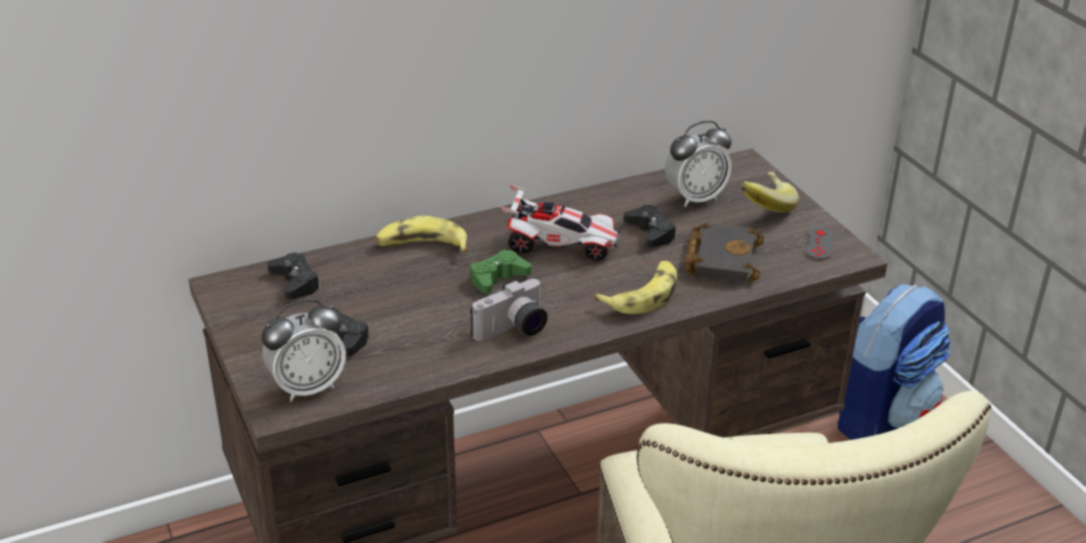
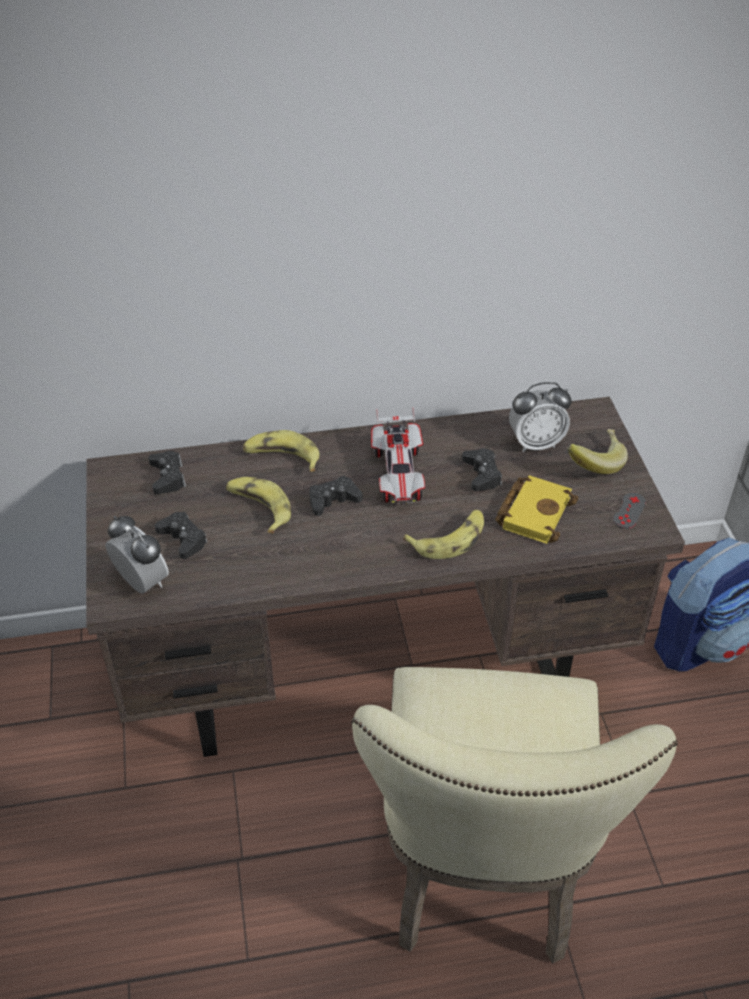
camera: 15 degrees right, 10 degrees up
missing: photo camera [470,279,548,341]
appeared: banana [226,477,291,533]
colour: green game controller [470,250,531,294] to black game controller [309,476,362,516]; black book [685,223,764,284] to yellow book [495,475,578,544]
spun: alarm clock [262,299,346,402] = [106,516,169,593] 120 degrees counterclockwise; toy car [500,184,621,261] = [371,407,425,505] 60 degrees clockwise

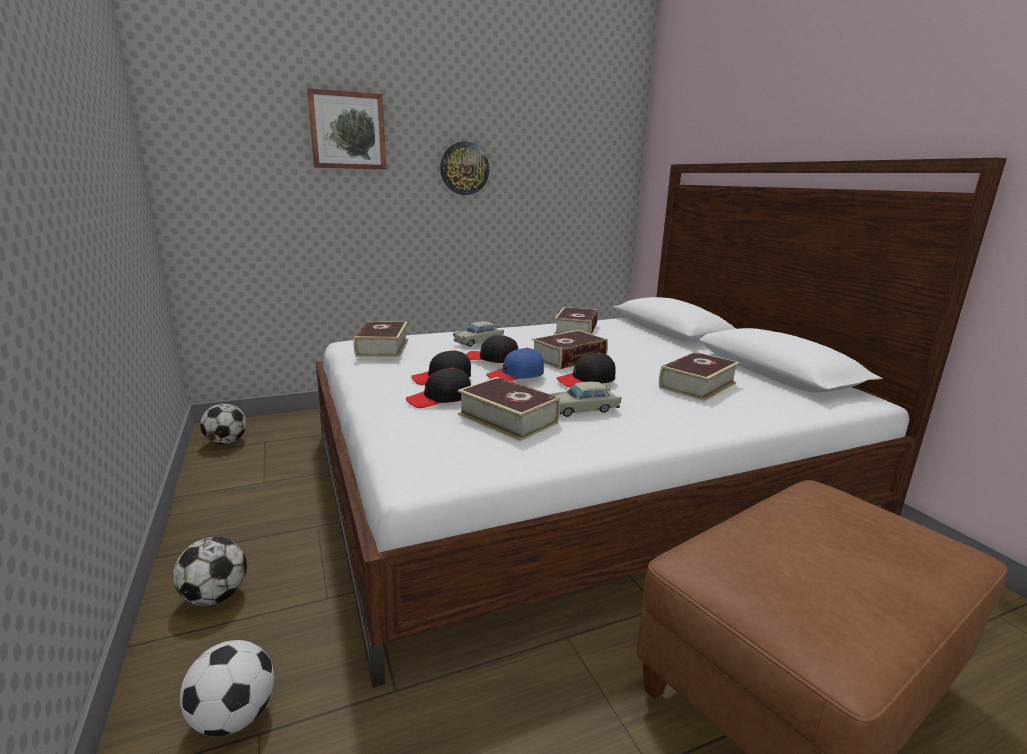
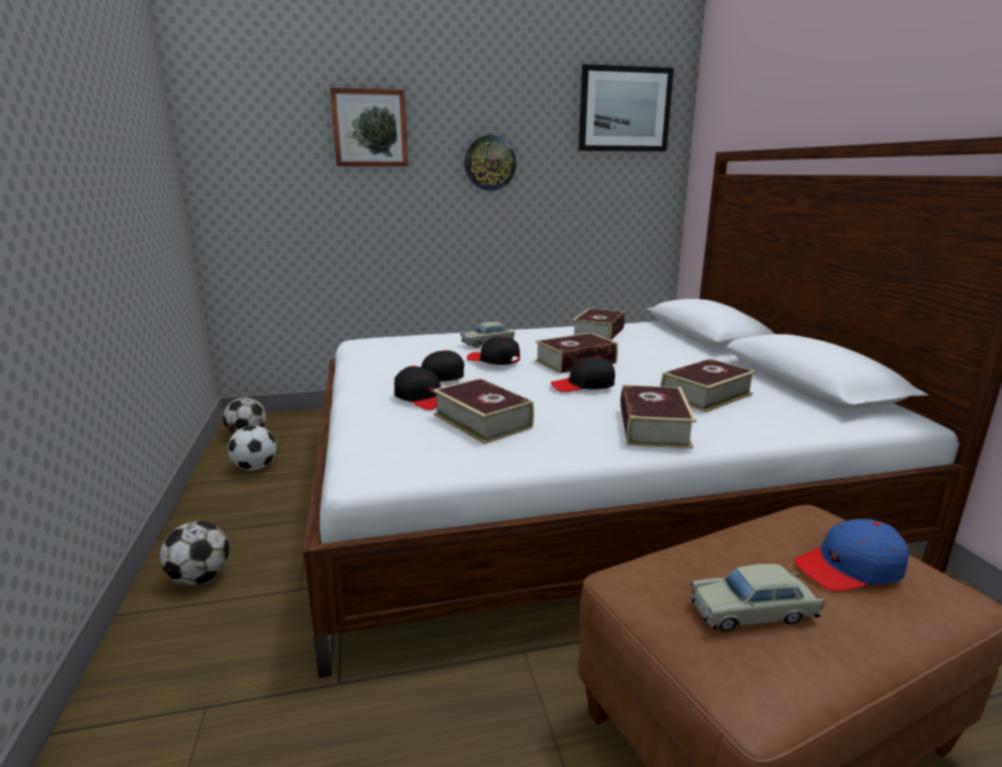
camera: 10 degrees right, 0 degrees up
appeared: picture [579,64,674,151]
relocated: football [180,640,274,736] to [228,425,276,470]; book [354,321,408,357] to [621,385,696,449]; blue cap [486,348,544,381] to [794,519,909,591]; beige toy car [550,382,621,417] to [691,564,825,632]
spun: black cap [406,368,471,408] = [394,366,441,410] 120 degrees counterclockwise

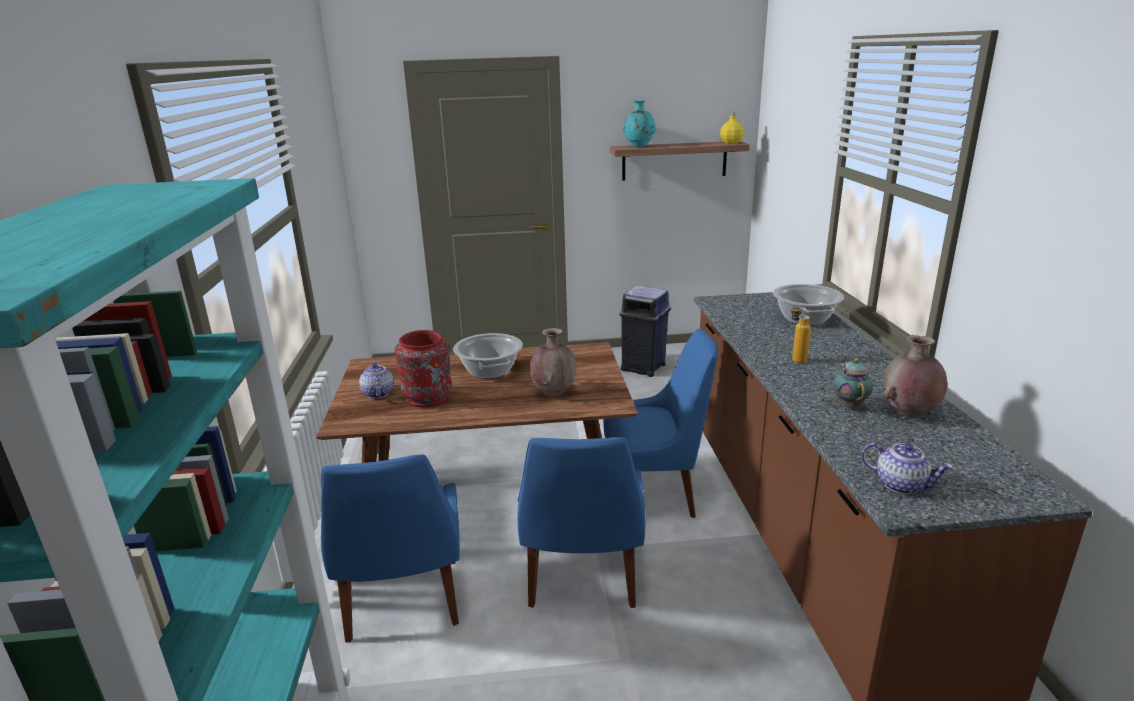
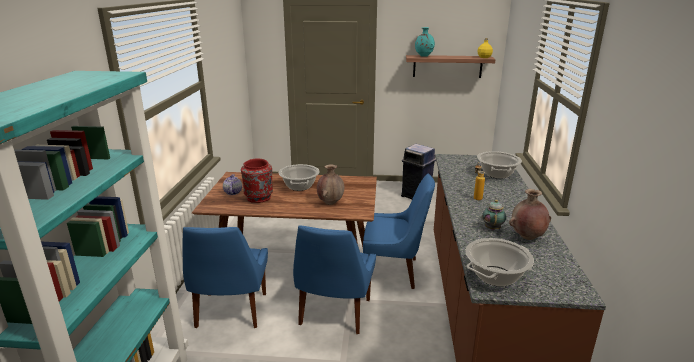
camera: 10 degrees right, 0 degrees up
exchanged: teapot [861,443,953,494] to cooking pot [465,238,534,287]

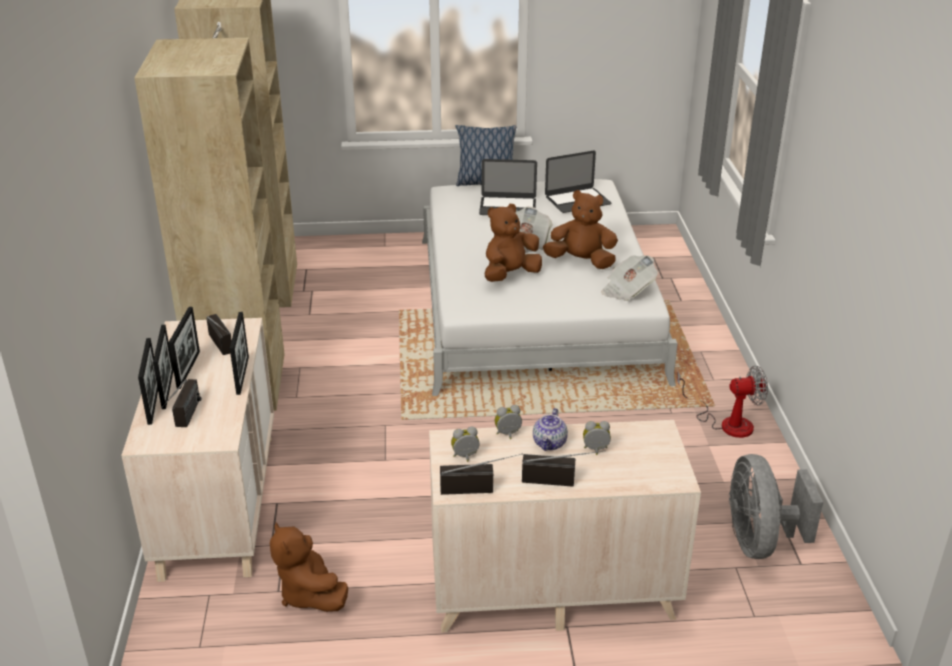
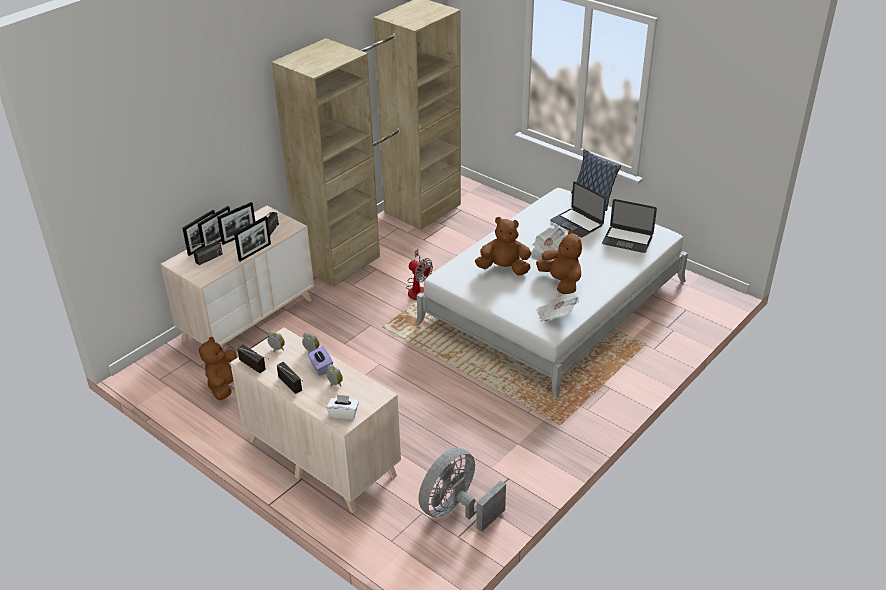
camera: 45 degrees right, 5 degrees up
appeared: white tissue box [327,394,359,420]
relocated: fan [677,366,768,438] to [406,249,433,300]
exchanged: teapot [533,408,568,451] to purple tissue box [308,346,333,375]

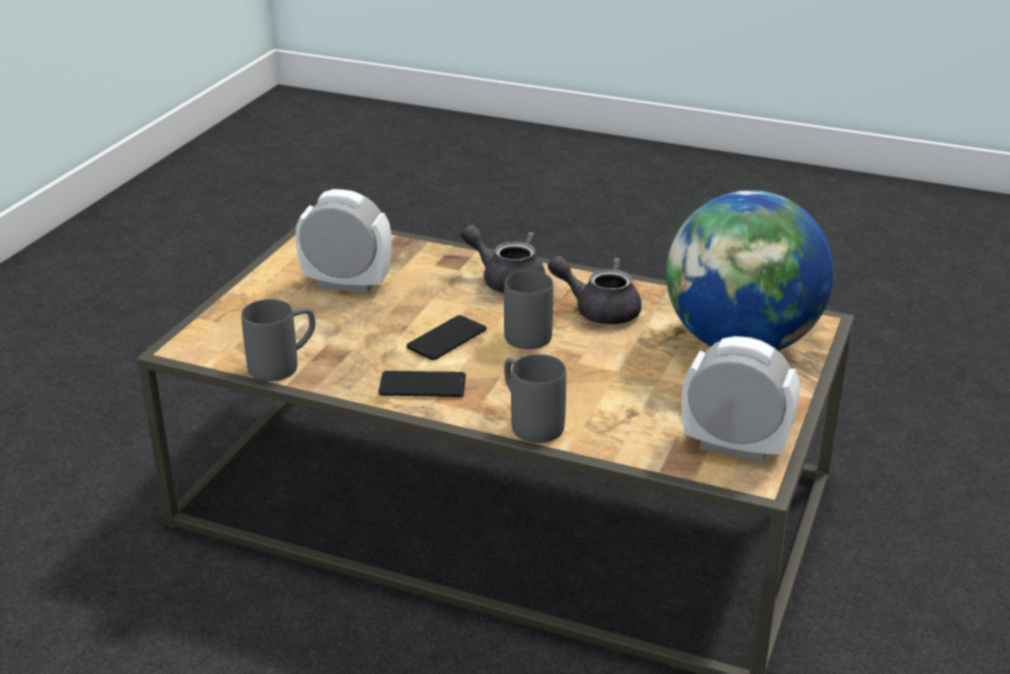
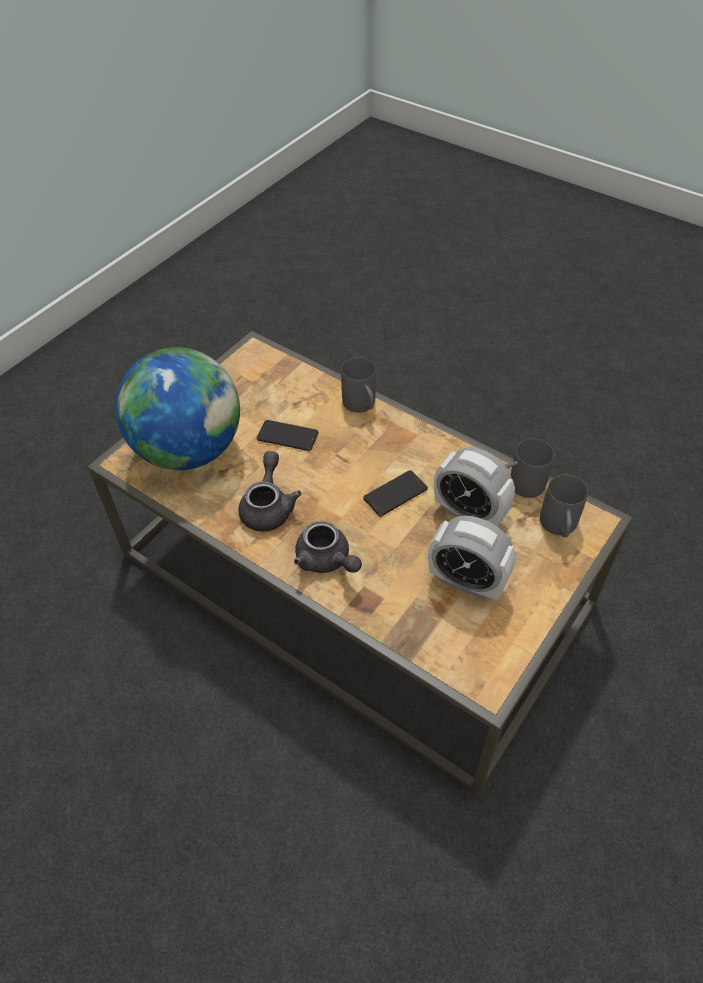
camera: 165 degrees left, 20 degrees up
relocated: phone [379,371,466,397] to [257,420,318,451]; grey mug [504,270,553,349] to [540,474,588,538]; alarm clock [681,336,800,462] to [434,447,515,527]
spun: grey teapot [548,256,642,324] = [238,451,301,532] 120 degrees counterclockwise

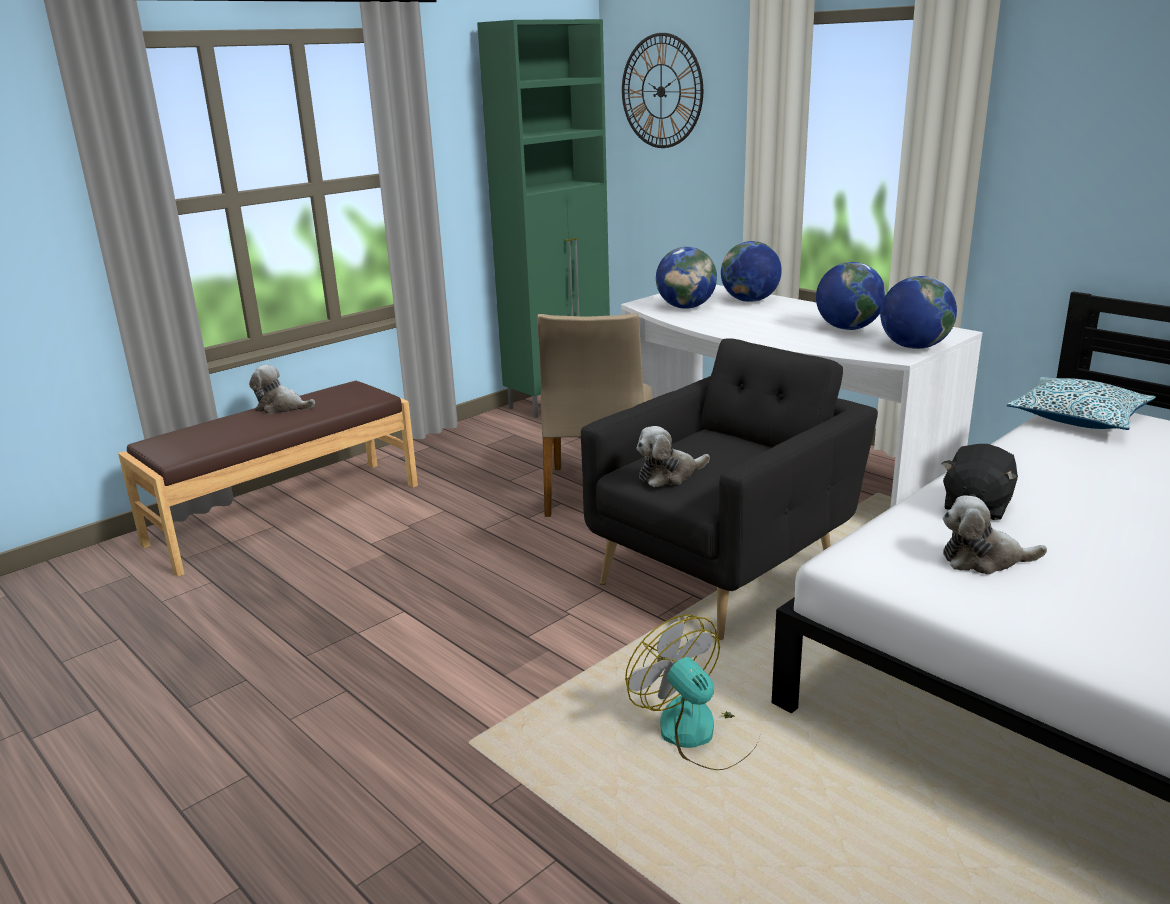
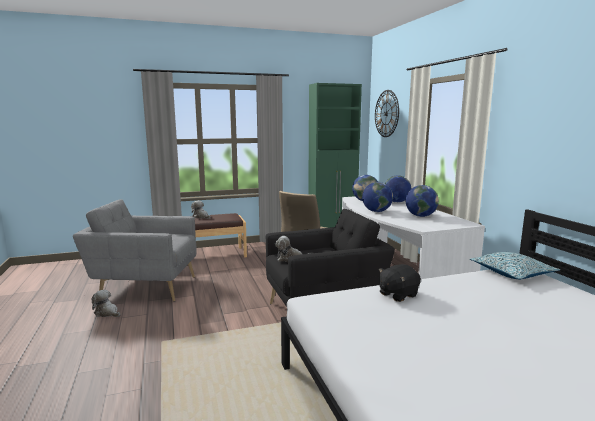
camera: 25 degrees right, 10 degrees down
missing: fan [625,615,760,770]
appeared: grey armchair [73,199,197,302]
relocated: globe [880,276,957,349] to [362,182,393,212]; plush toy [942,495,1047,575] to [91,290,121,317]

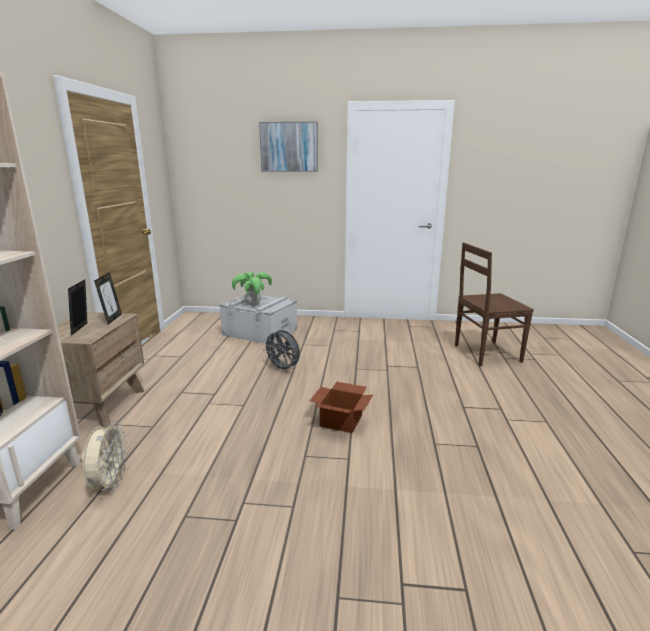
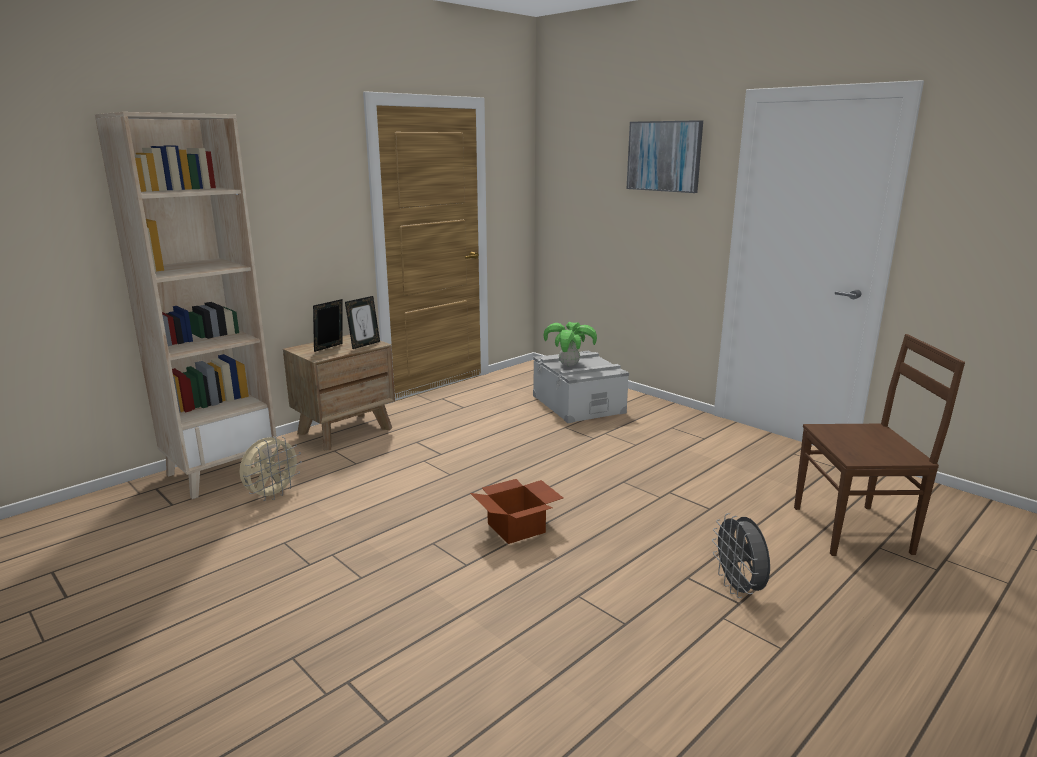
camera: 40 degrees right, 0 degrees up
relocated: grey fan [263,330,300,372] to [712,513,770,598]
spun: brown chair [455,243,534,366] = [794,334,965,556] 150 degrees clockwise

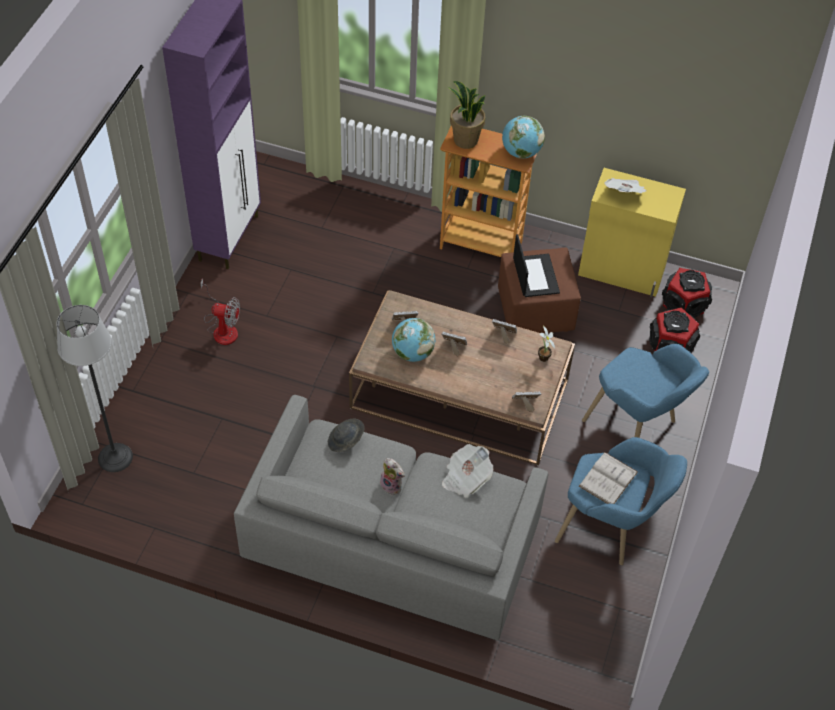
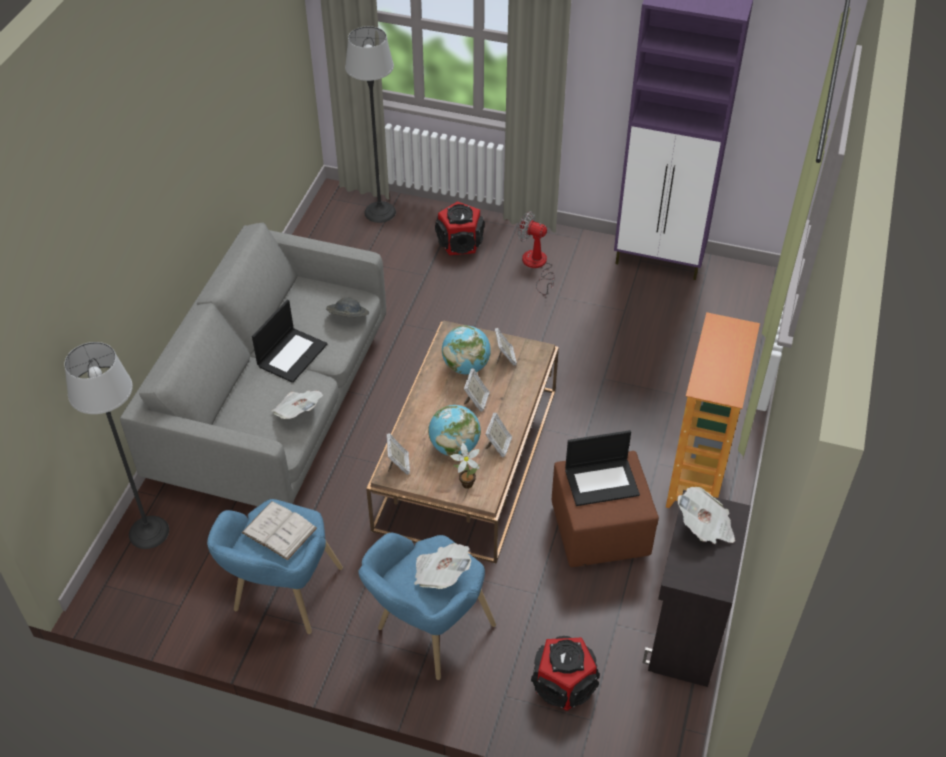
camera: 90 degrees right, 5 degrees down
missing: potted plant [447,81,485,149]
appeared: floor lamp [64,342,169,549]; newspaper [414,543,471,589]
relocated: globe [502,116,545,159] to [428,405,481,456]; speaker [662,268,712,317] to [435,201,485,255]
exchanged: plush toy [380,458,405,495] to laptop [252,299,327,383]
colour: yellow cabinet [578,168,686,297] to black cabinet [642,490,751,687]
spun: fan [201,278,240,345] = [518,212,555,295] 105 degrees clockwise

